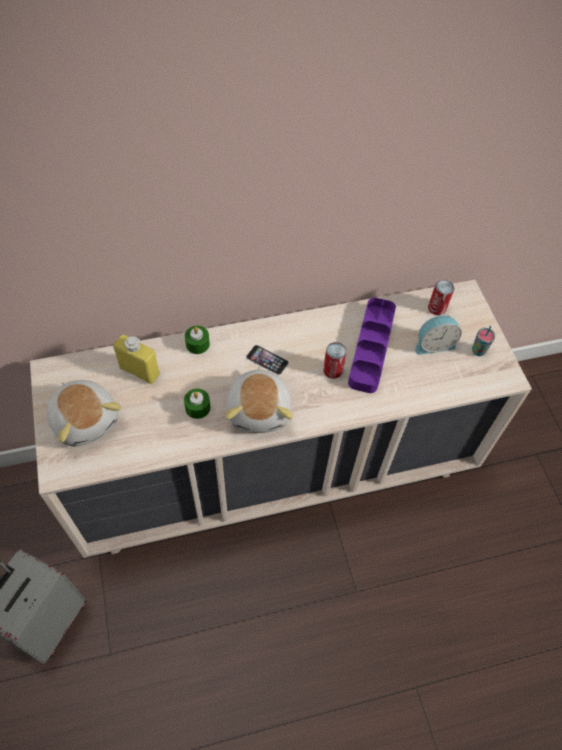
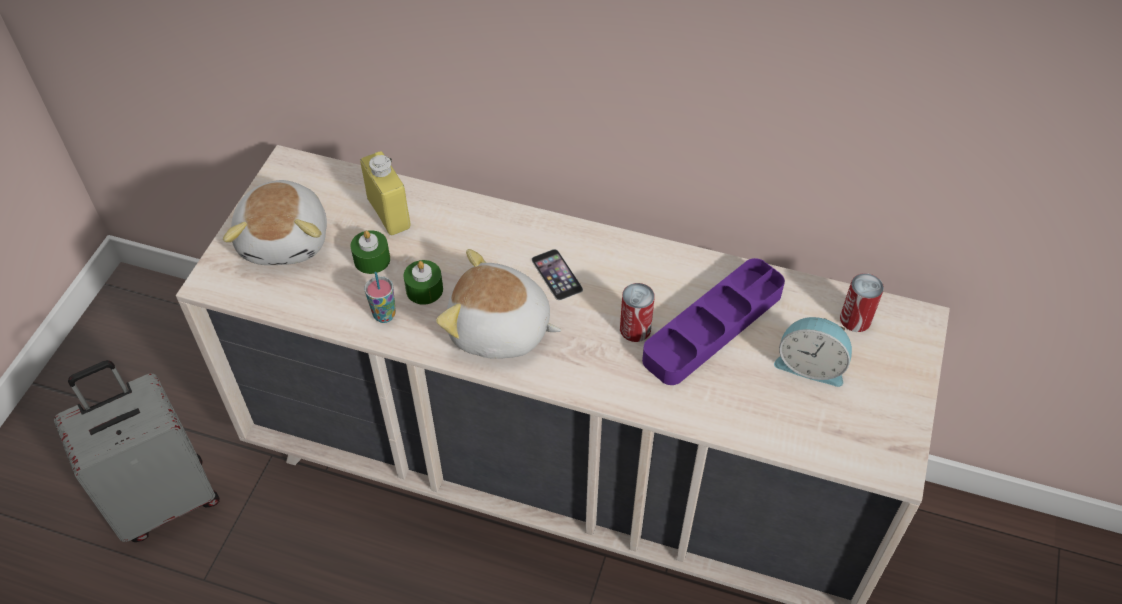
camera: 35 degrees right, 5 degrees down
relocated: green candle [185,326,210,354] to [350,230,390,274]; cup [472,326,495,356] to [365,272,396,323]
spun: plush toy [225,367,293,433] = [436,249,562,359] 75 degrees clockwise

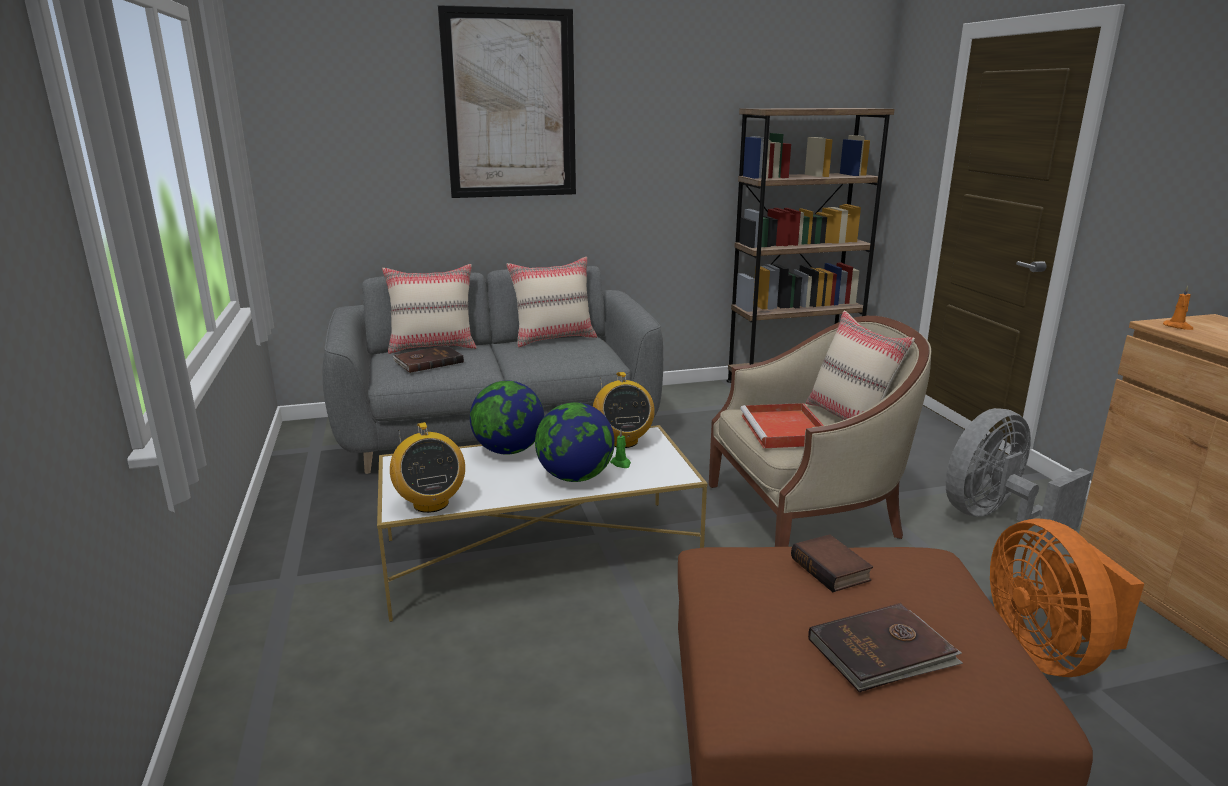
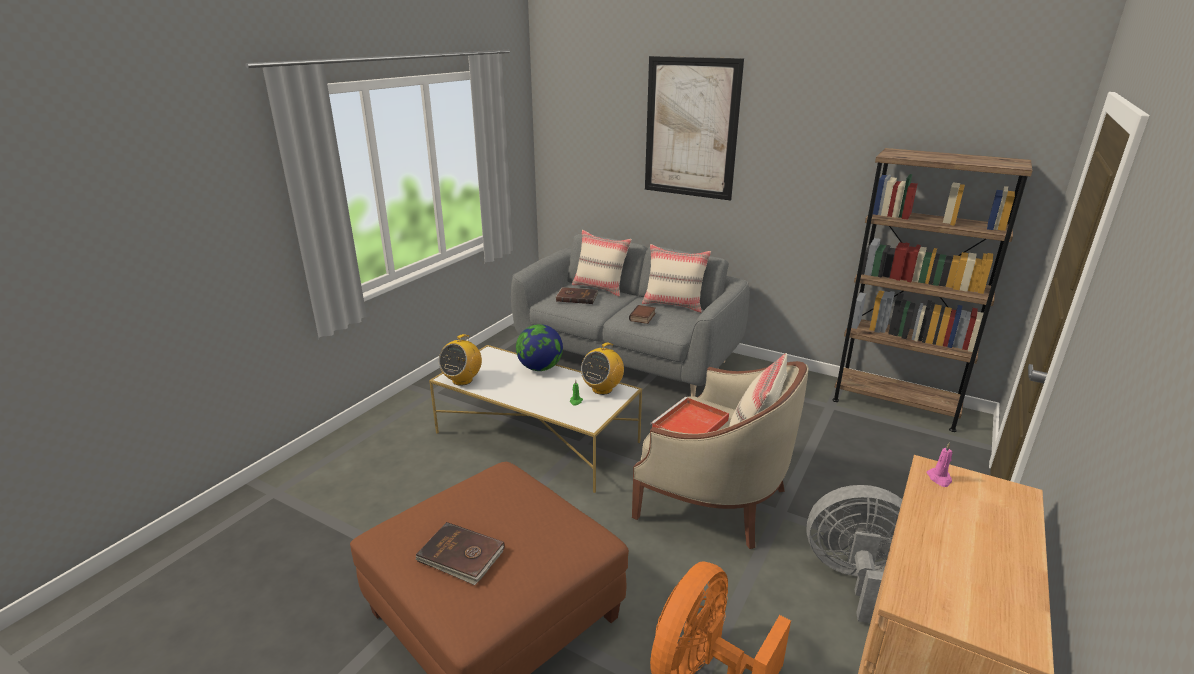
camera: 45 degrees right, 5 degrees up
missing: globe [535,402,615,482]
relocated: book [791,534,873,592] to [629,305,656,324]
colour: orange candle [1163,286,1193,330] to pink candle [926,442,952,487]

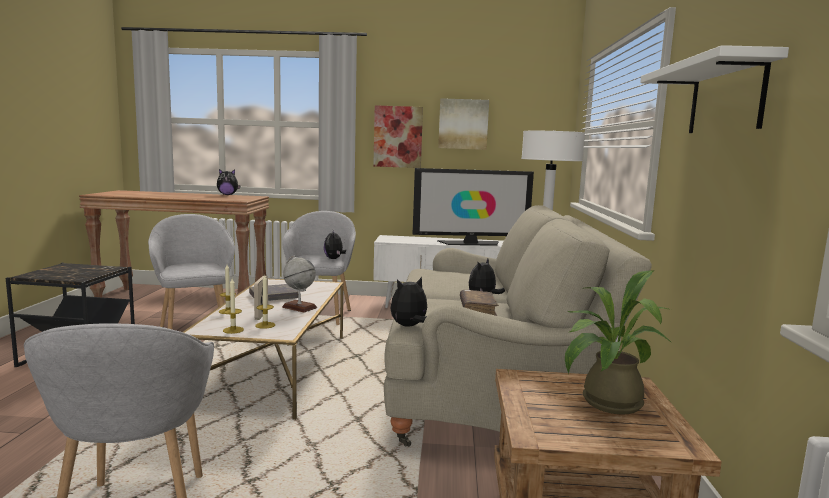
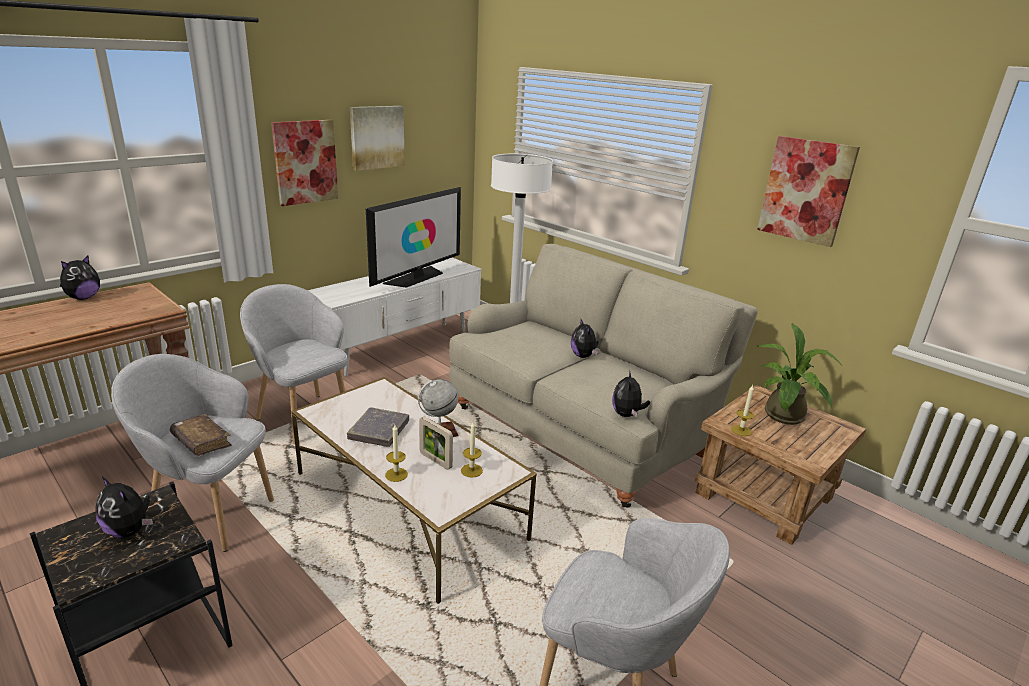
camera: 50 degrees left, 15 degrees up
relocated: candle [223,278,244,334] to [731,385,754,436]; plush toy [324,230,346,259] to [95,477,153,538]; brown book [460,290,499,316] to [170,414,232,456]
exchanged: white shelf [640,45,789,133] to picture [757,136,860,247]

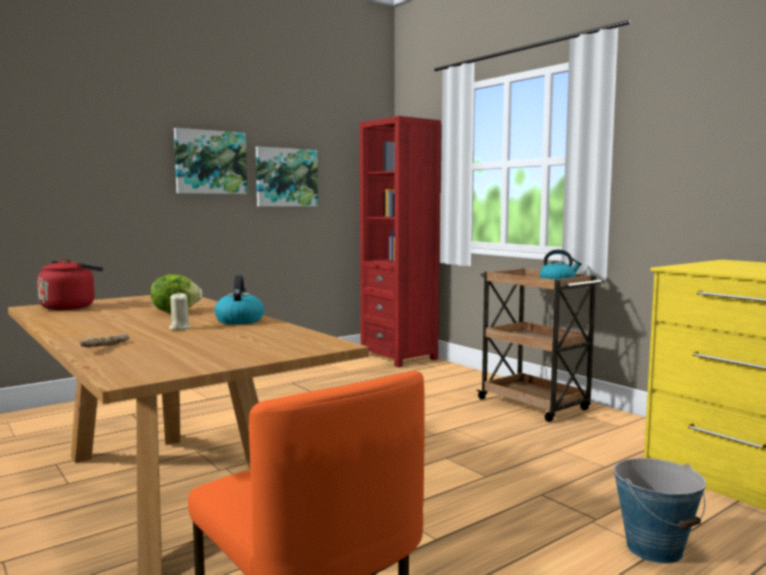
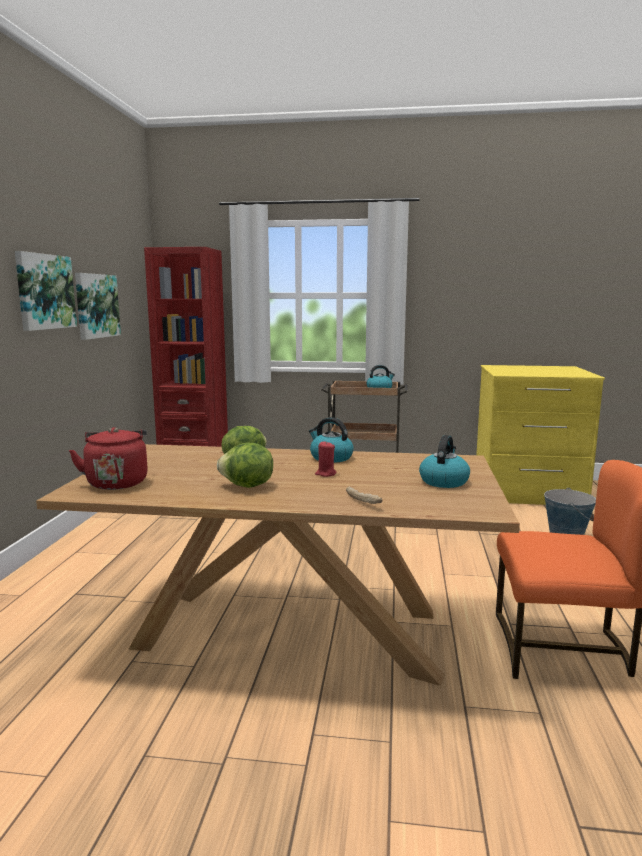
camera: 45 degrees left, 5 degrees up
appeared: lettuce [217,443,273,488]; kettle [419,435,470,488]
colour: beige candle [169,292,191,330] to red candle [315,441,337,477]

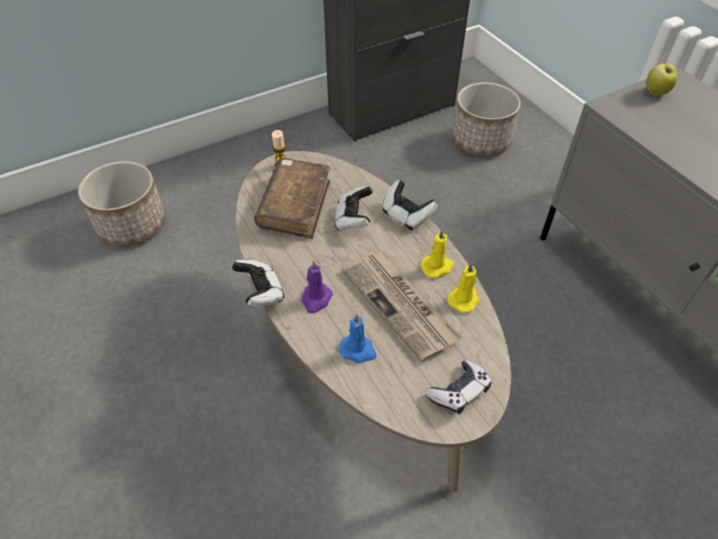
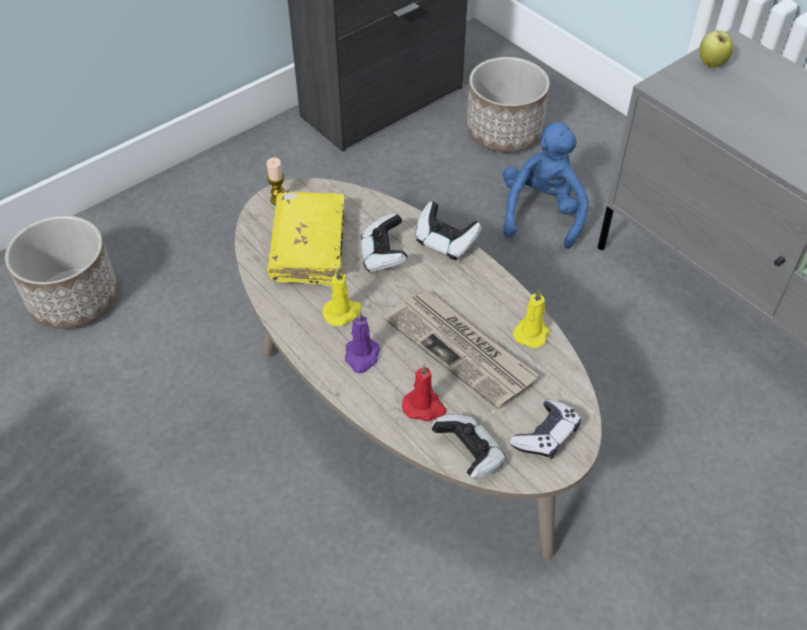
camera: 10 degrees left, 0 degrees up
appeared: blue plush toy [503,122,589,249]
relocated: game controller [232,259,284,307] to [431,414,505,478]; yellow candle [420,229,454,278] to [322,268,362,326]
colour: brown book [254,158,331,239] to yellow book [267,191,344,286]; blue candle [339,314,377,363] to red candle [402,364,446,421]

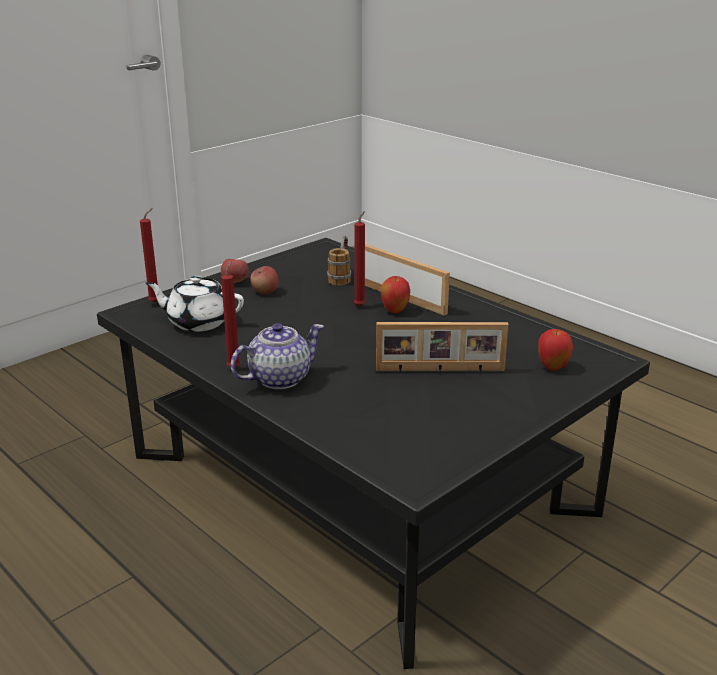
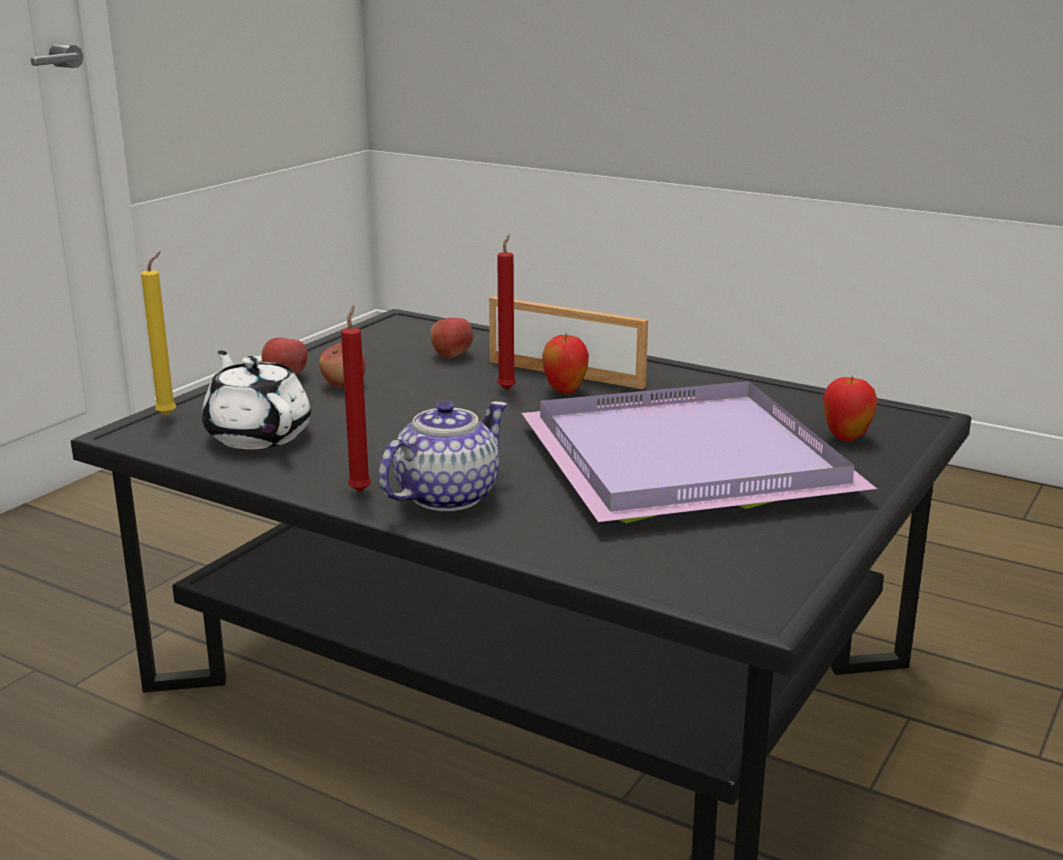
camera: 15 degrees left, 5 degrees down
exchanged: mug [327,235,351,286] to apple [430,318,473,358]; picture frame [376,322,509,372] to purple tray [522,381,877,523]
colour: red candle [140,208,158,303] to yellow candle [141,252,176,416]
spun: white teapot [145,276,244,332] = [202,350,311,449] 60 degrees clockwise

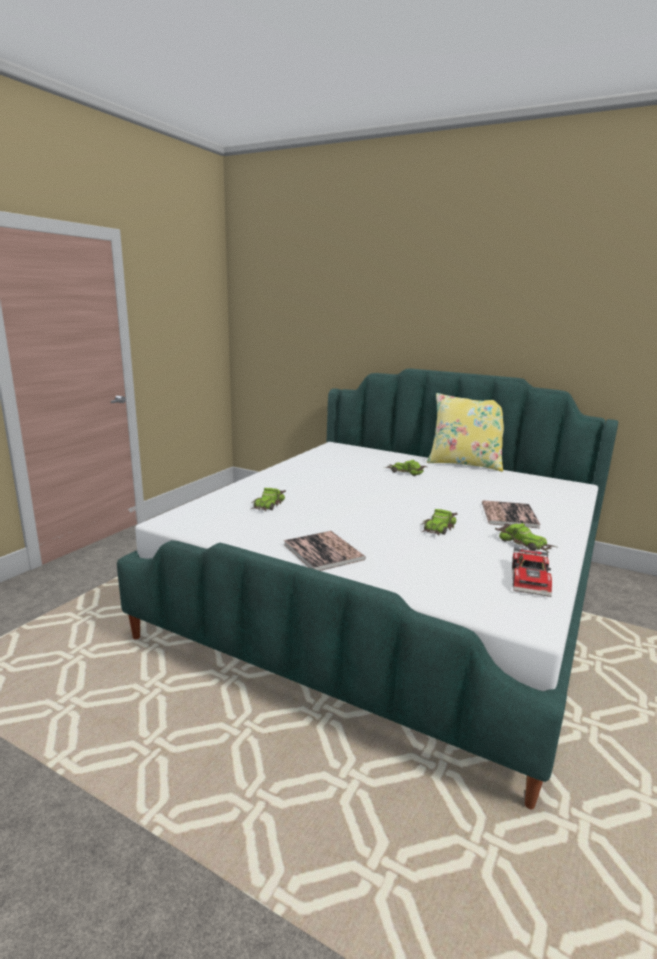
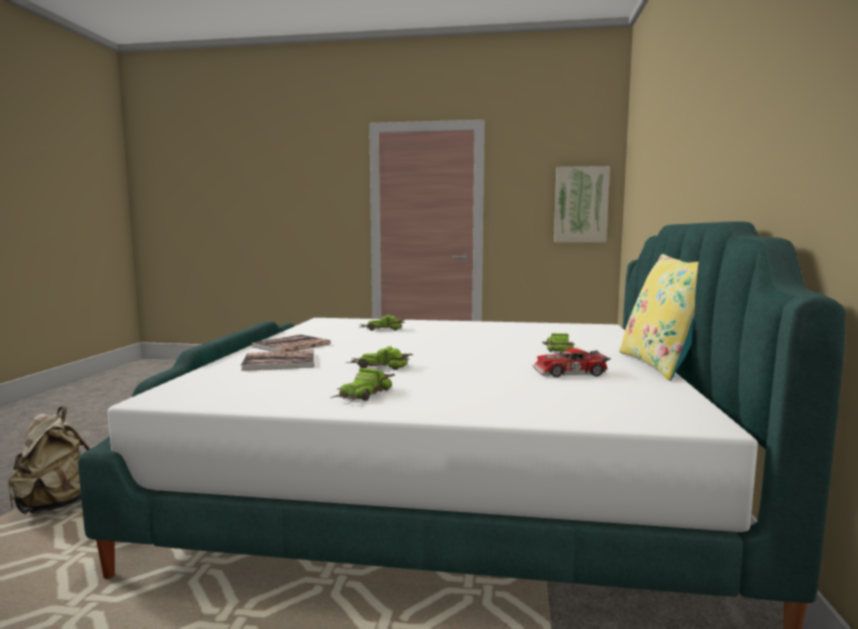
camera: 70 degrees right, 10 degrees down
appeared: beige backpack [8,406,90,514]; picture [554,166,610,242]
relocated: book [482,501,541,528] to [241,350,314,371]; toy car [512,547,552,597] to [533,348,611,377]

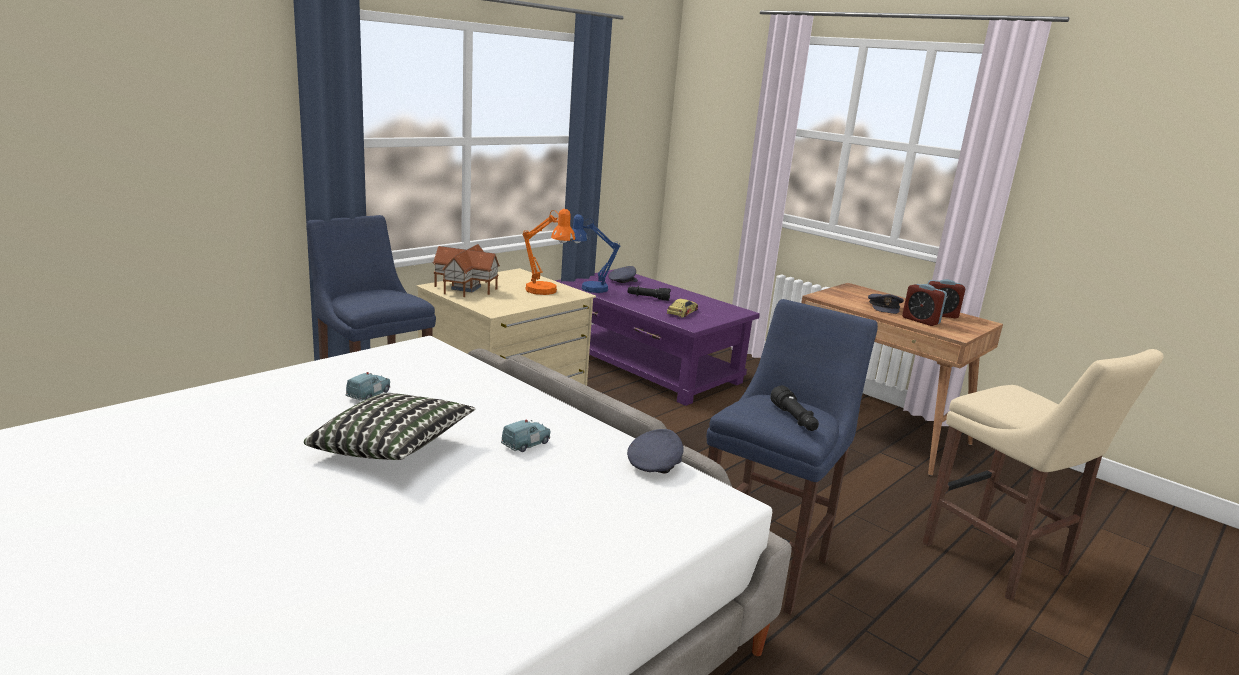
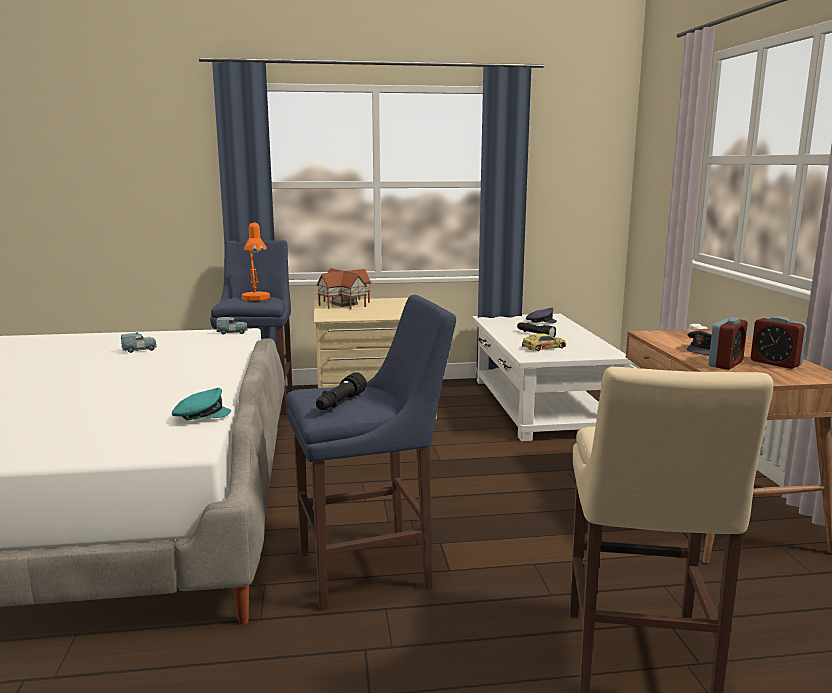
camera: 40 degrees right, 5 degrees down
missing: pillow [304,393,475,460]; blue table lamp [571,214,620,293]
relocated: blue toy car [501,419,550,452] to [216,316,248,335]; orange table lamp [522,209,576,295] to [242,222,270,301]
colour: purple coffee table [555,269,760,406] to white coffee table [472,314,633,441]; grey cap [627,429,684,474] to turquoise cap [172,388,231,421]
spun: alarm clock [902,284,947,326] = [709,317,748,370] 135 degrees counterclockwise

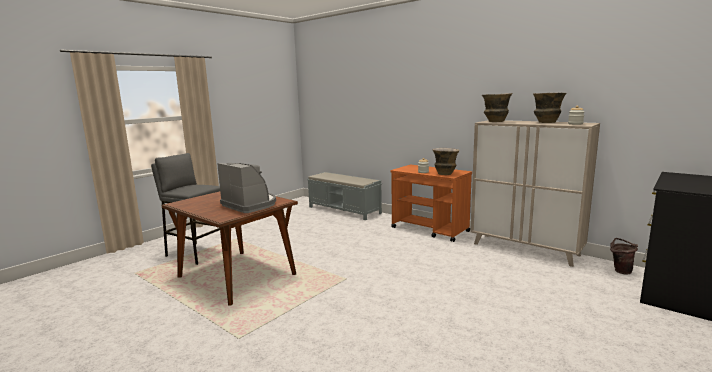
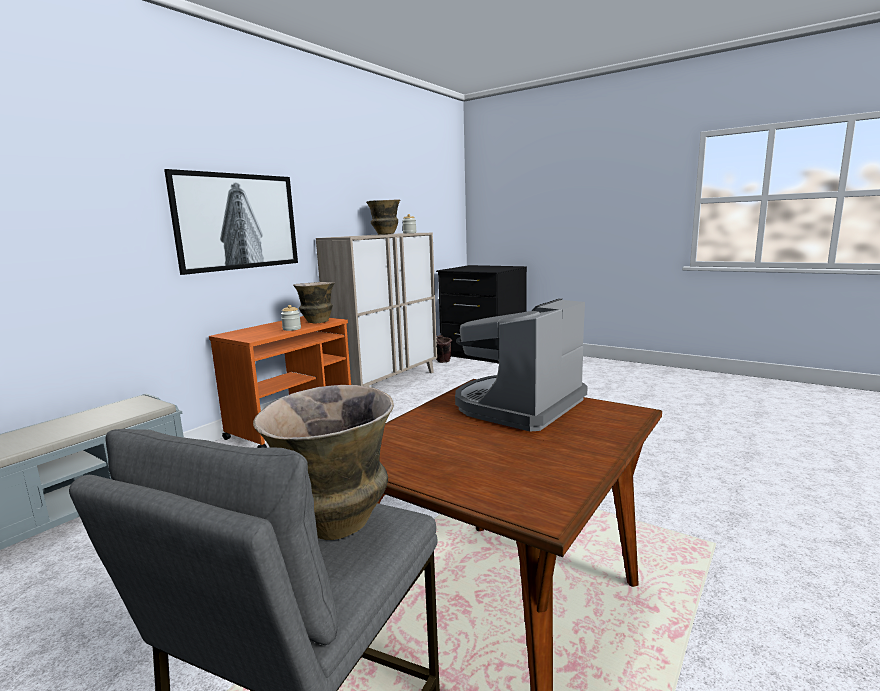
camera: 95 degrees left, 0 degrees up
appeared: picture [164,169,298,275]
relocated: vase [482,93,513,122] to [253,385,394,540]

